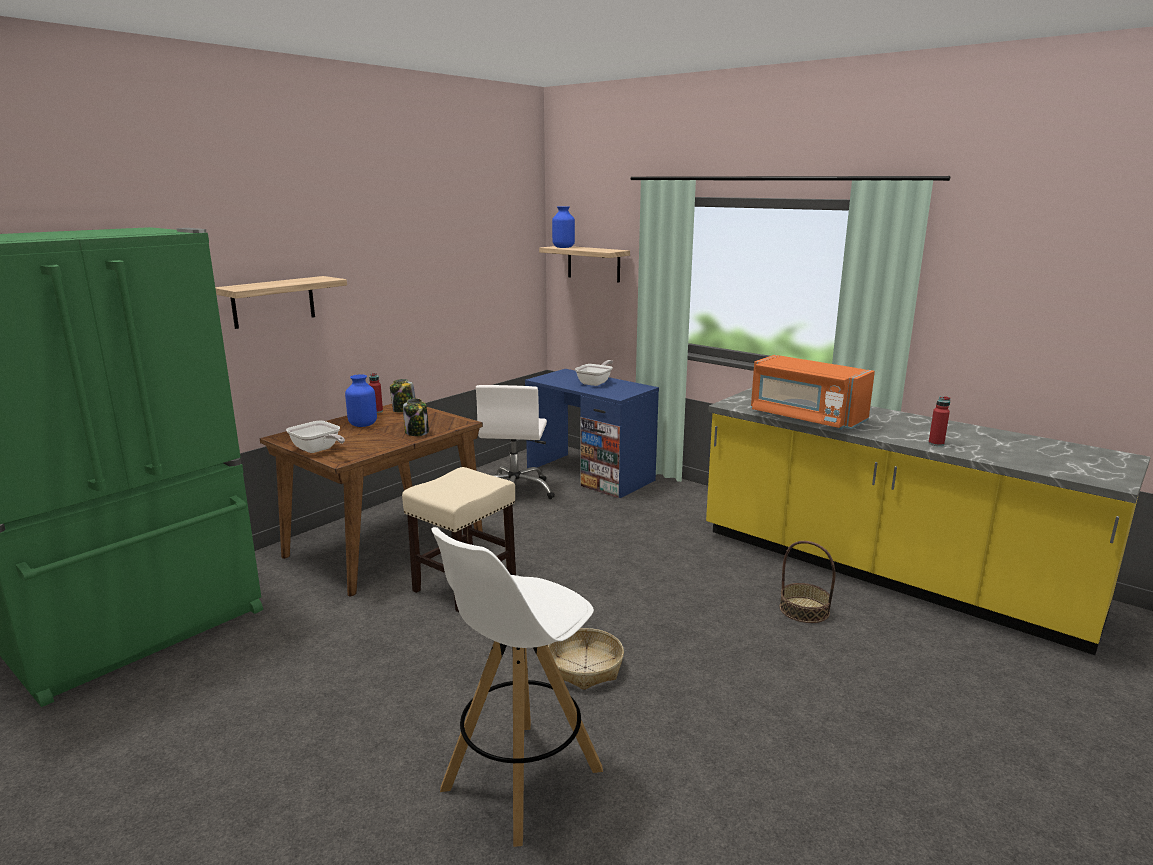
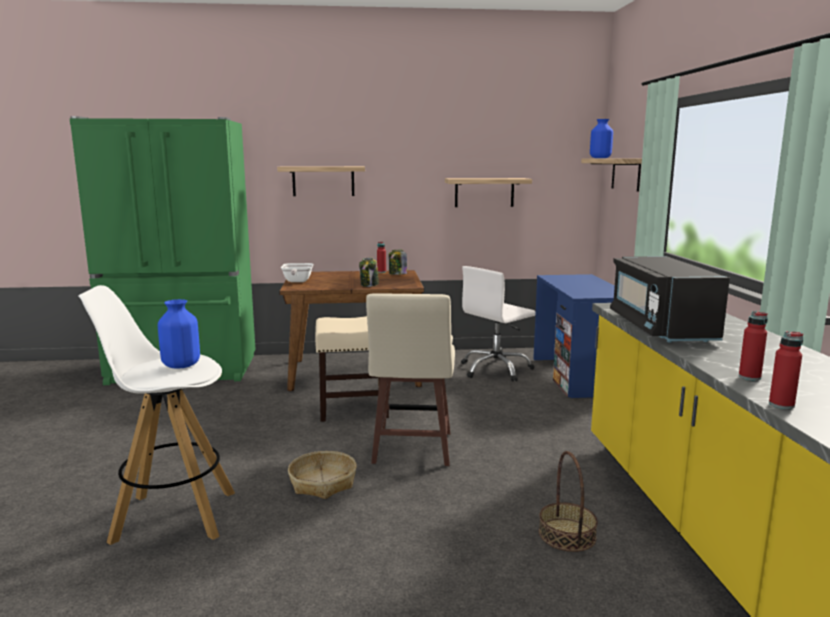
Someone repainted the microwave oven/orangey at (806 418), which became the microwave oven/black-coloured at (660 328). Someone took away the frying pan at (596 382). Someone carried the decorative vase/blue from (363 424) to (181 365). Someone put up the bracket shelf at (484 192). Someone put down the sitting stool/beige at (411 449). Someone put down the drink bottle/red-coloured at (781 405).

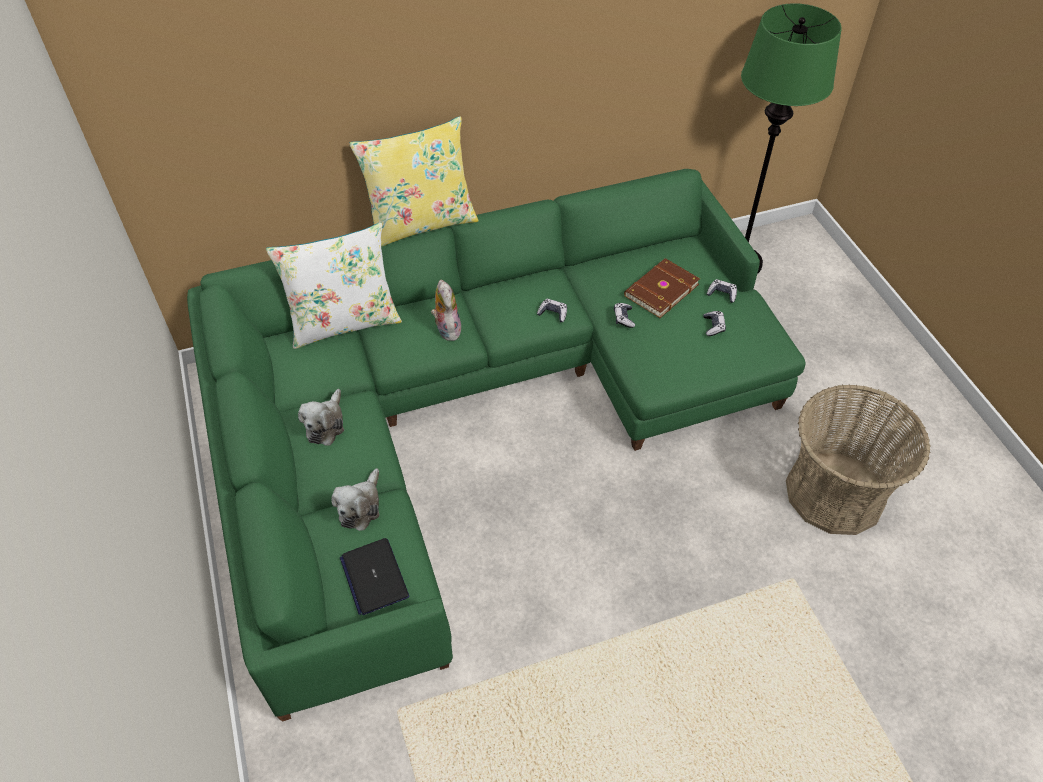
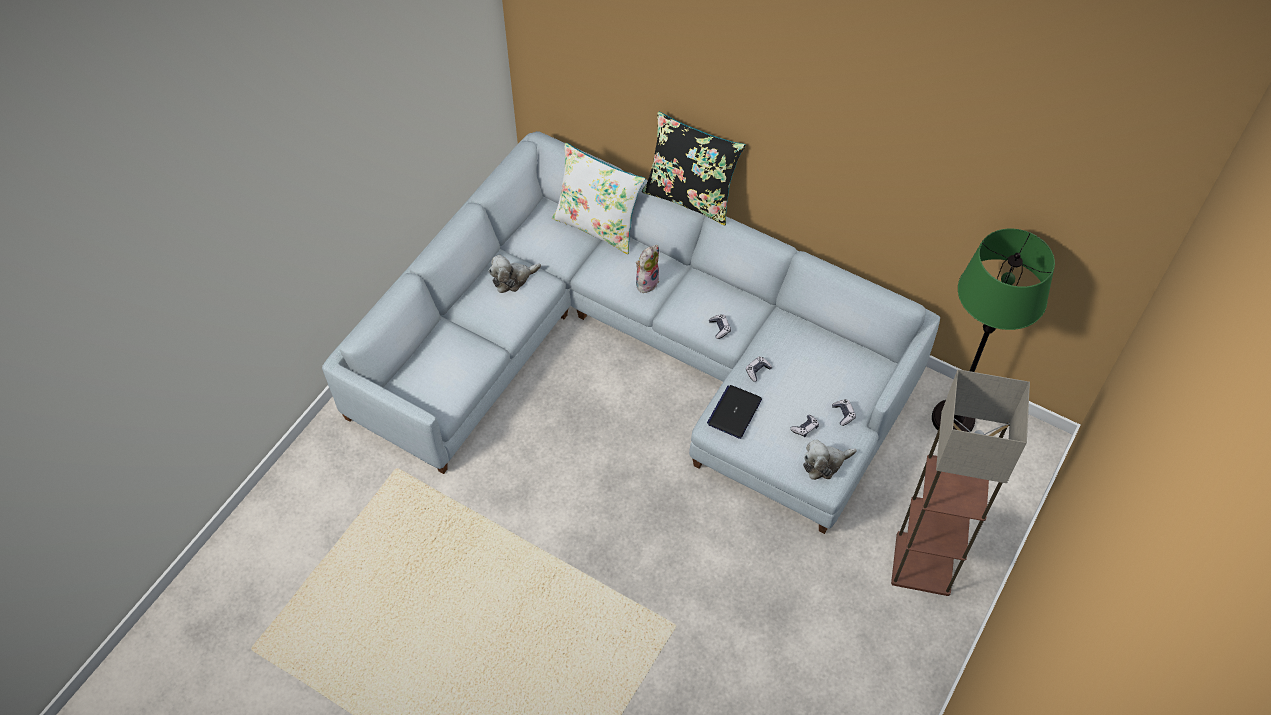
Someone repainted the throw pillow/yellowish at (421 223), which became the throw pillow/black-coloured at (690 198). Someone repainted the settee/greenish at (475 410), which became the settee/grey at (637 352). Someone took away the book/brownish at (660 290). Someone took away the basket at (835 493). Someone carried the plush toy from (360 507) to (825 464). Someone carried the laptop from (374 577) to (734 412). Someone put down the floor lamp at (924 565).

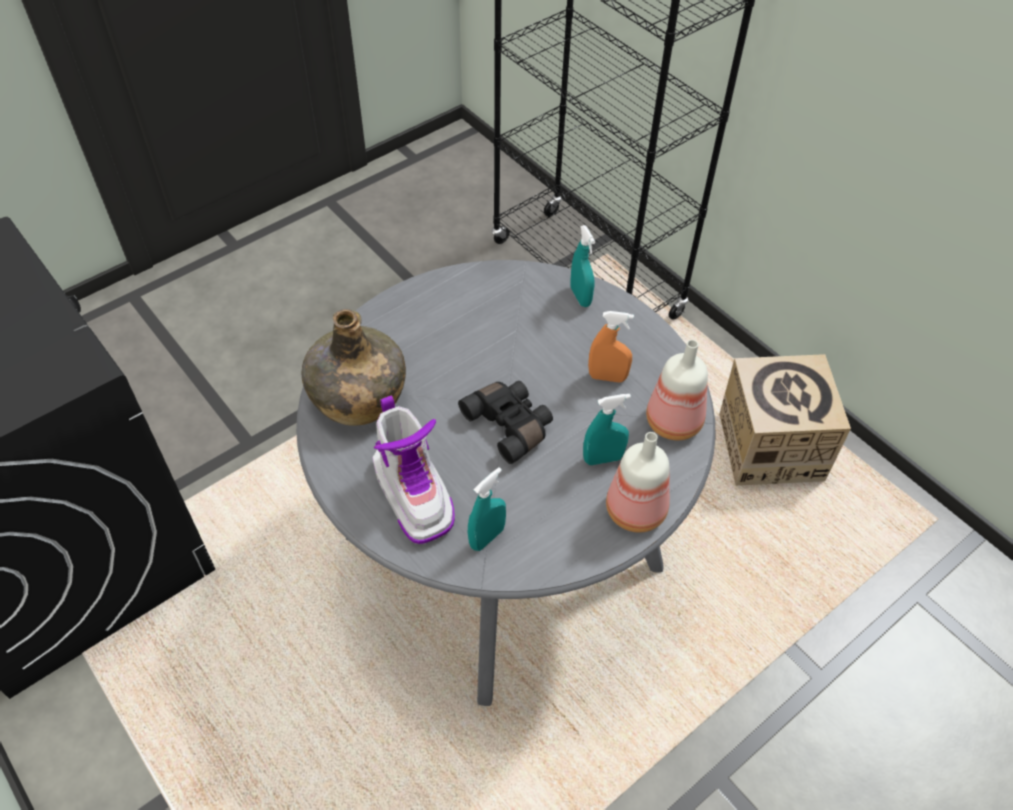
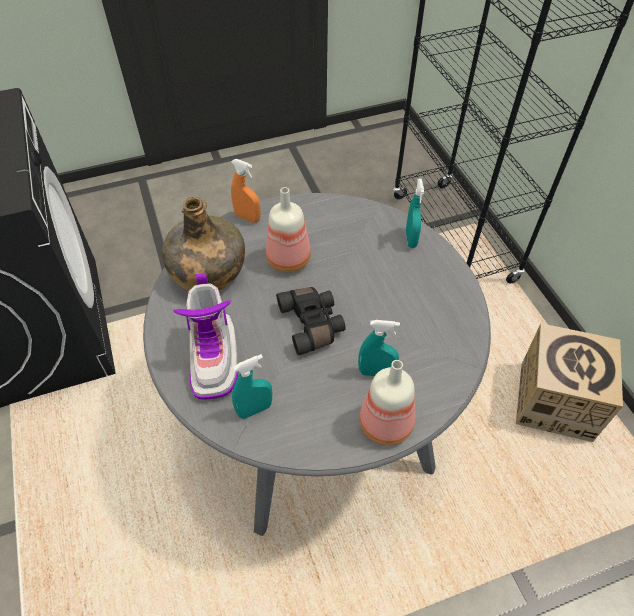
Someone carried the spray bottle/orangey from (607 377) to (247 217). Someone carried the drink bottle from (675 422) to (290 260).

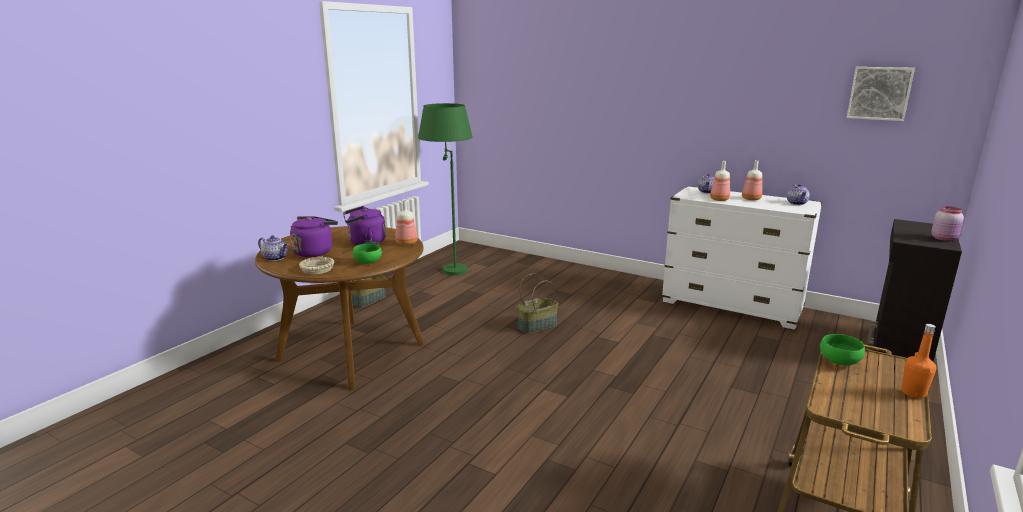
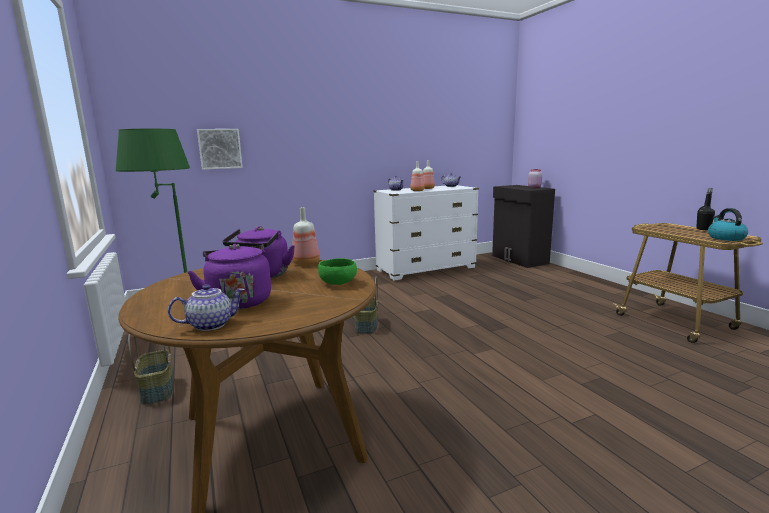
Someone carried the wall picture from (879 93) to (220 149). Someone took away the bowl/beige at (317 269). Someone repainted the drink bottle/orangey at (913 393), which became the drink bottle/black-coloured at (703 229). Someone took away the bowl/greenish at (839 362). Someone put down the kettle at (725 238).

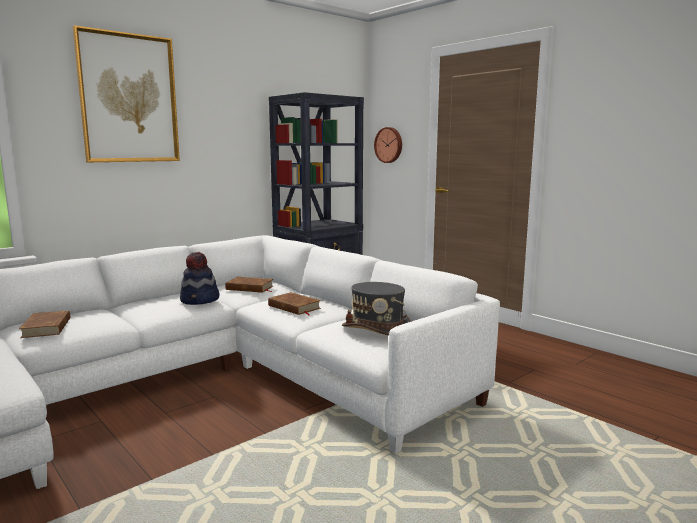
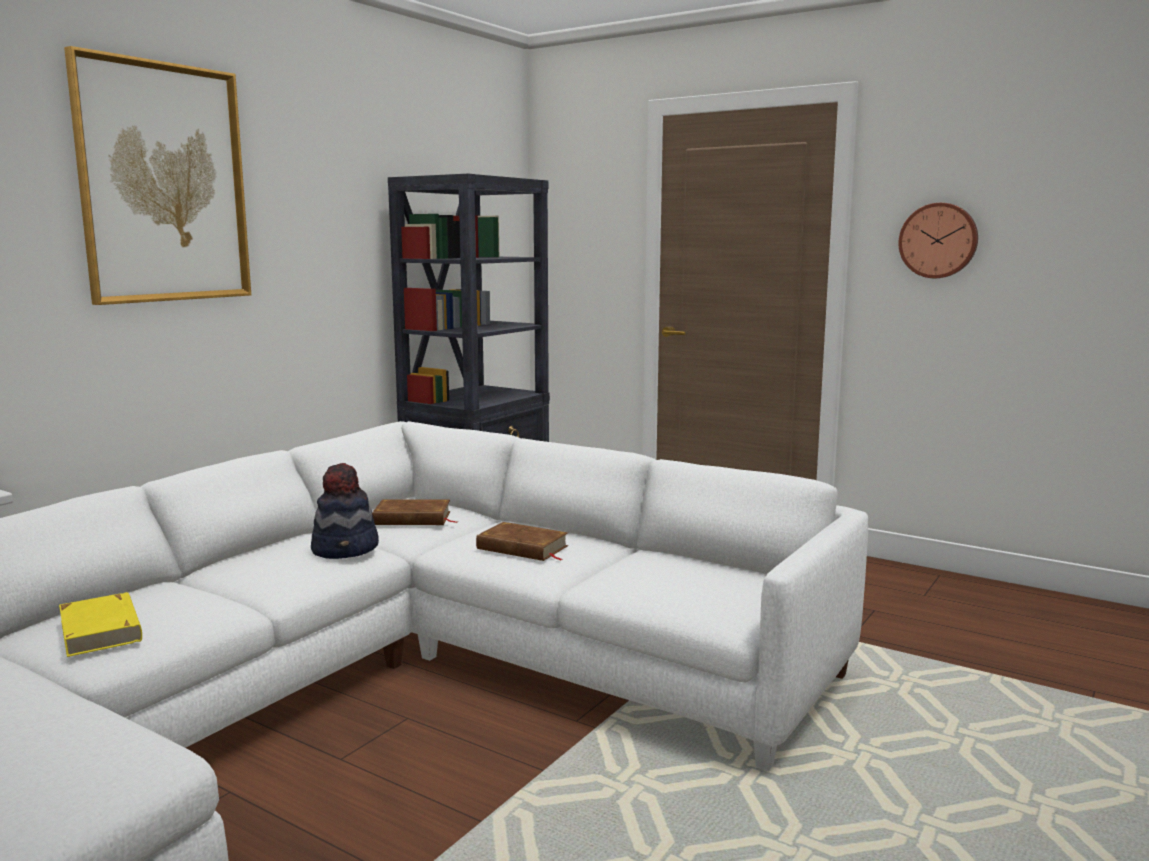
Someone carried the hanging clock from (389 145) to (938 240). Someone took away the clothing hat/grey at (377 329). Someone repainted the book/brownish at (47 328), which became the book/yellowish at (101 630).

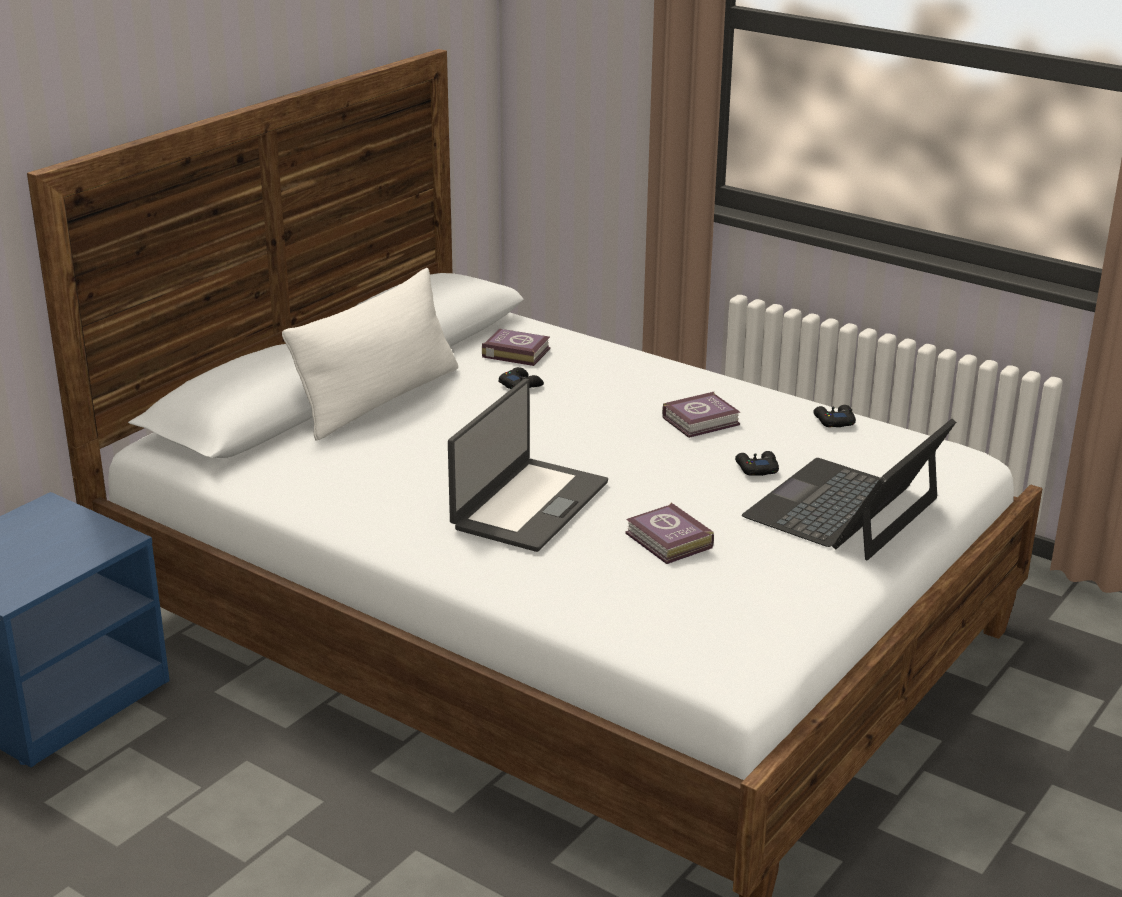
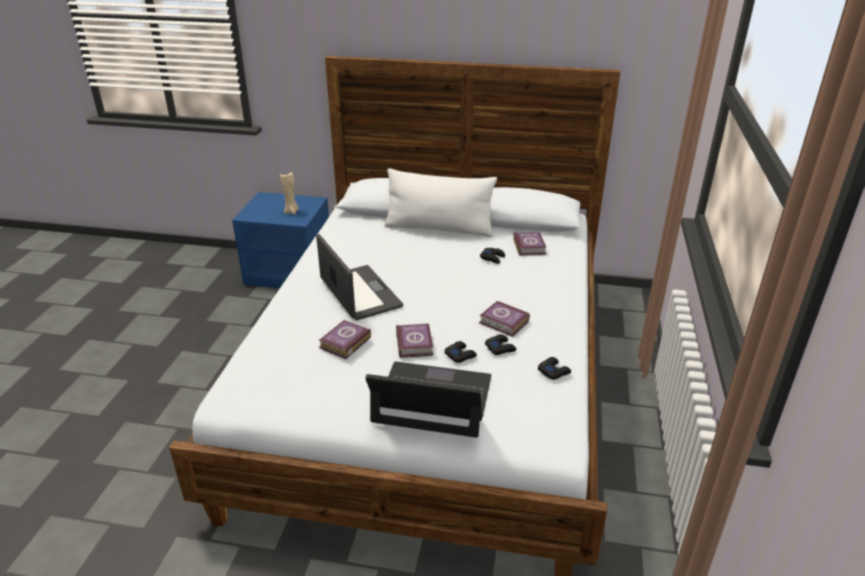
Someone rotated the laptop at (528 505) by 120 degrees counterclockwise. Someone put down the wax candle/beige at (291 211). Someone put down the book at (415 343). Someone put down the game controller/black-coloured at (500 348).

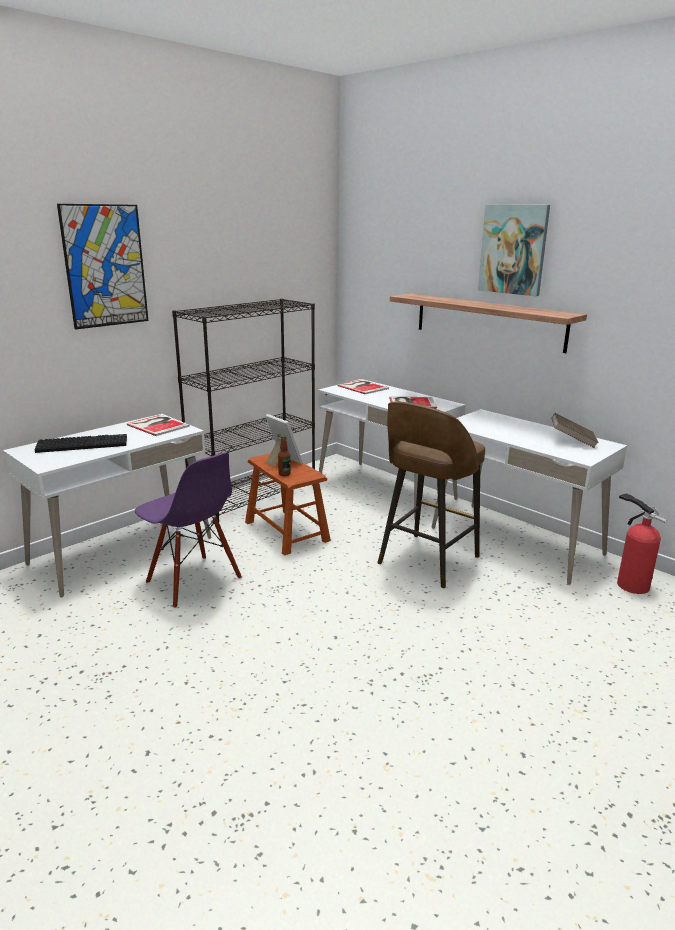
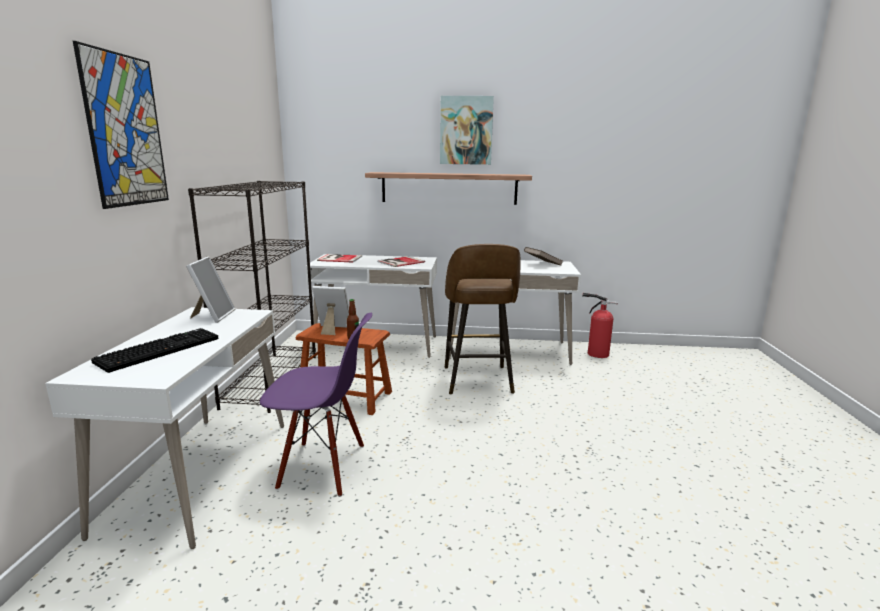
Someone swapped the book at (158 425) for the picture frame at (212 316).

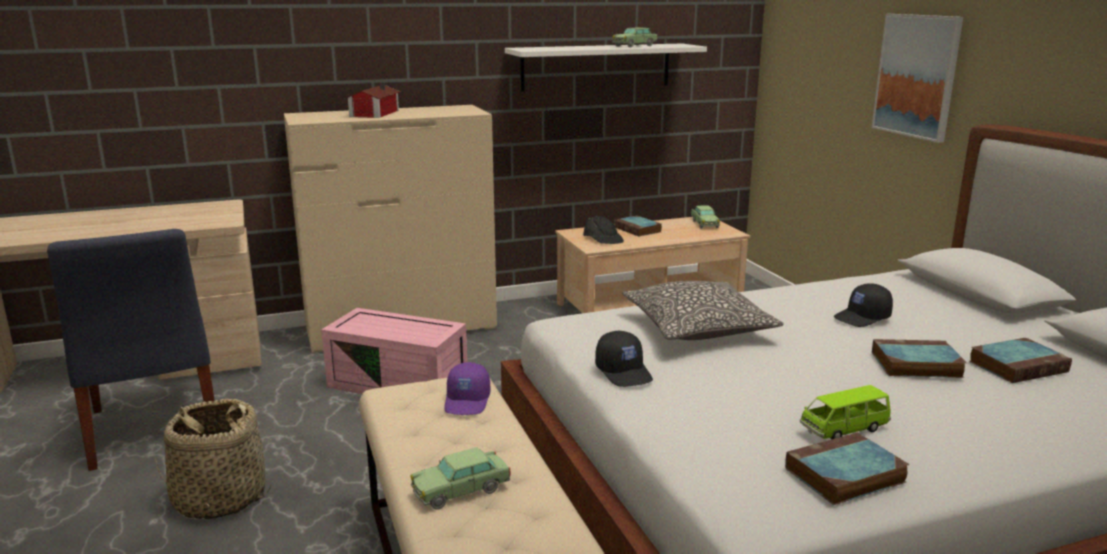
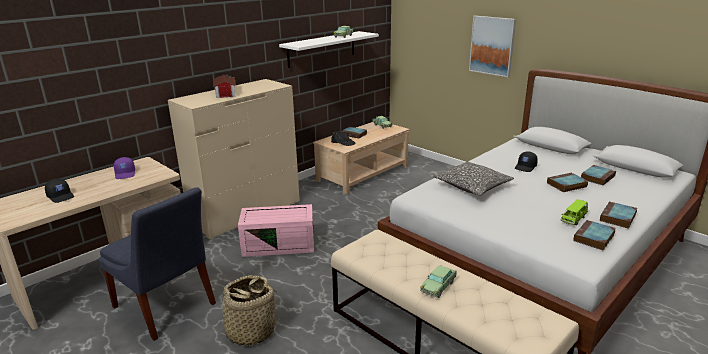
Someone carried the peaked cap/black-coloured from (624 372) to (61 196). Someone carried the peaked cap/purple from (468 401) to (125 174). Someone put down the book at (618 218).

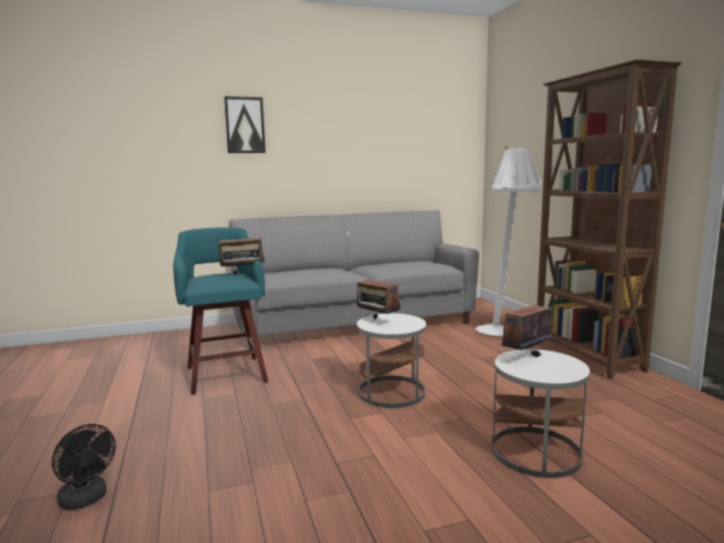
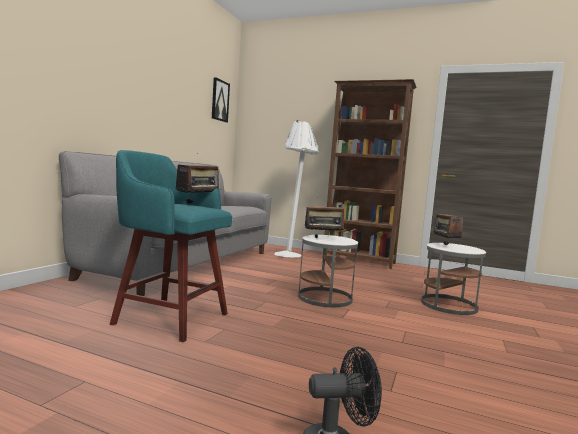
Someone carried the wall picture from (245 125) to (219 100).

